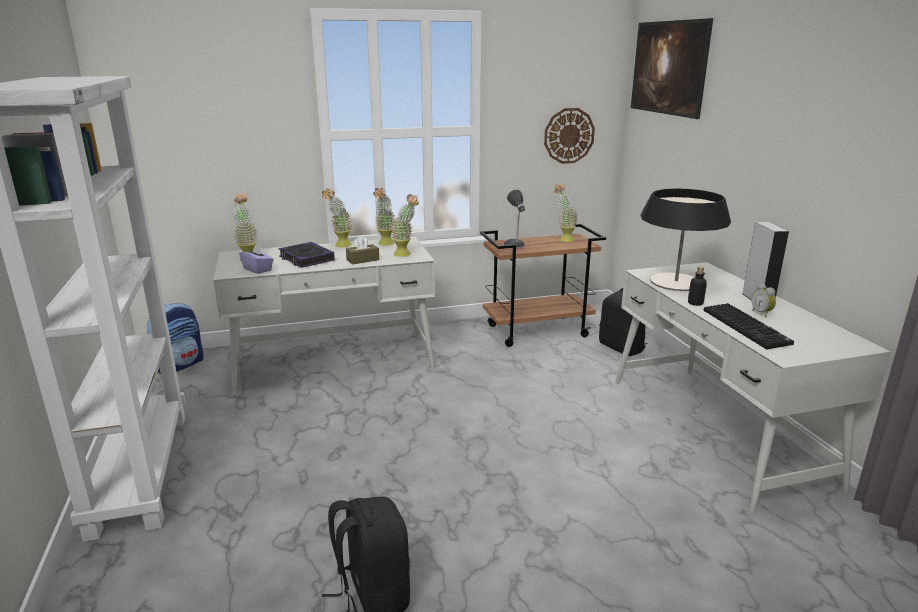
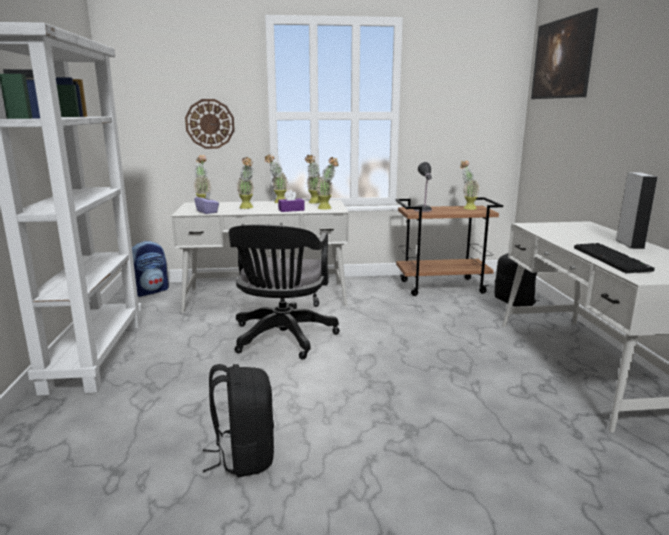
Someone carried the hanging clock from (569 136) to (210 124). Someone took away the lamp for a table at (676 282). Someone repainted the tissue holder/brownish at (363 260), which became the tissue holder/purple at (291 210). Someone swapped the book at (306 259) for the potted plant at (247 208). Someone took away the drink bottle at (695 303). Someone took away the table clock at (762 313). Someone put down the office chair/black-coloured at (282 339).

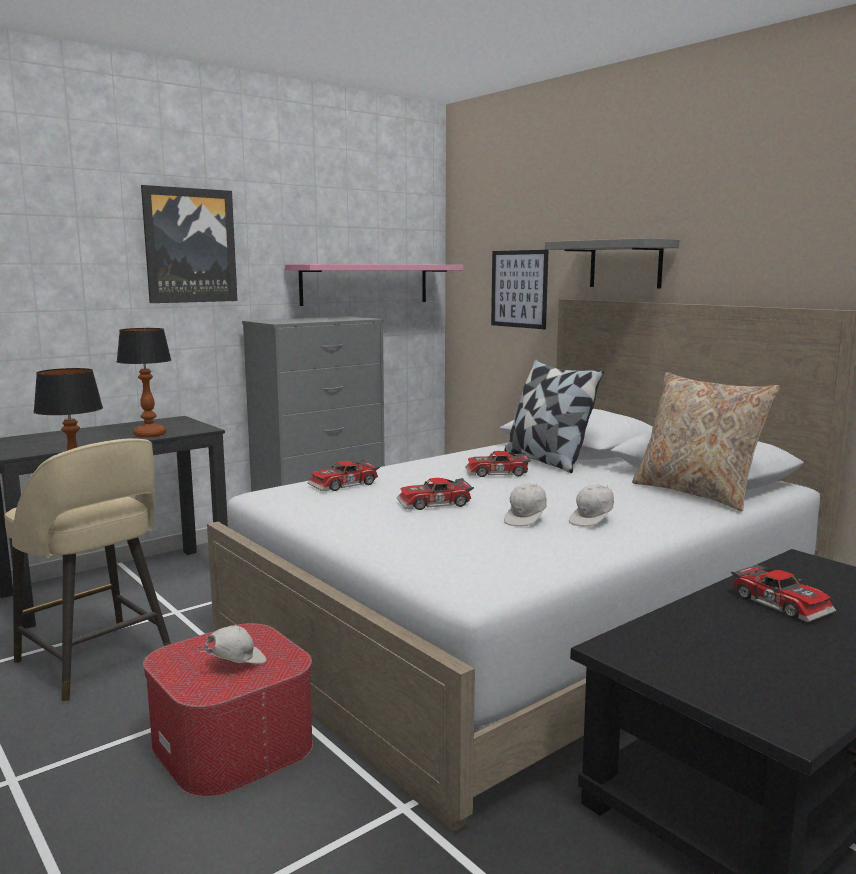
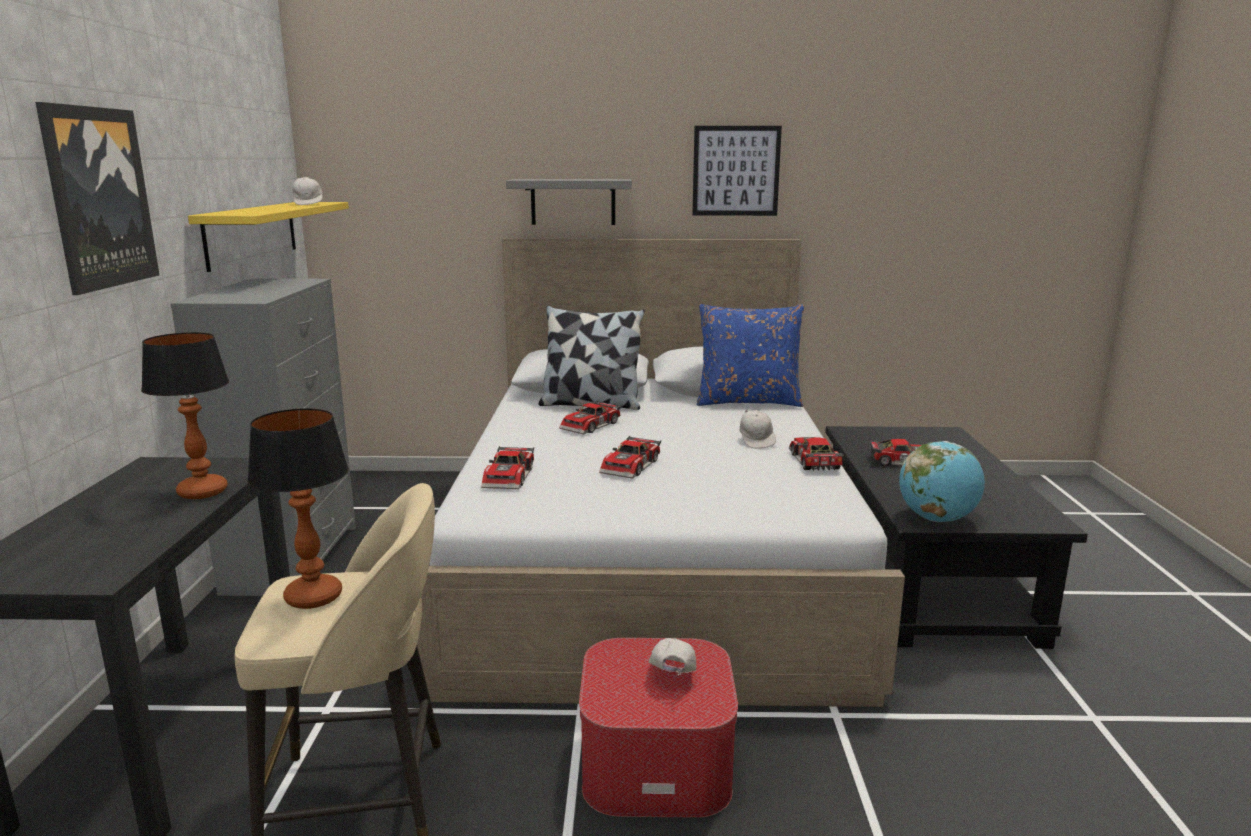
Someone carried the wall picture from (519 289) to (736 171). Someone repainted the bracket shelf/pinkish at (365 284), which became the bracket shelf/yellowish at (252 233). Someone repainted the throw pillow/beige at (697 493), which became the throw pillow/blue at (748 401). Someone carried the peaked cap/white-coloured from (527 519) to (308 204). Someone put down the toy car at (812 461). Someone put down the world globe at (937 519).

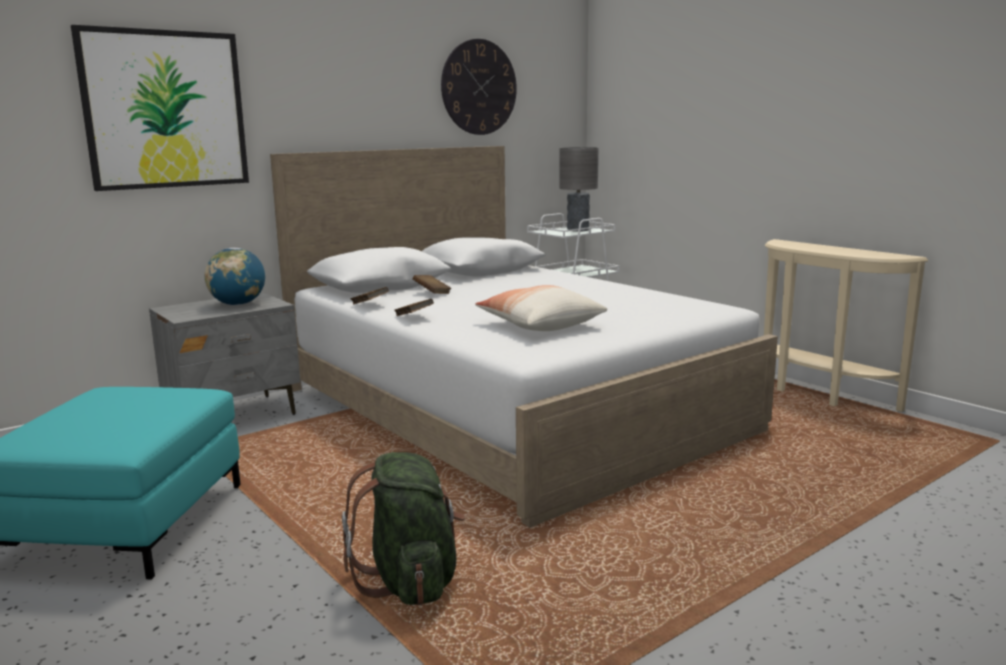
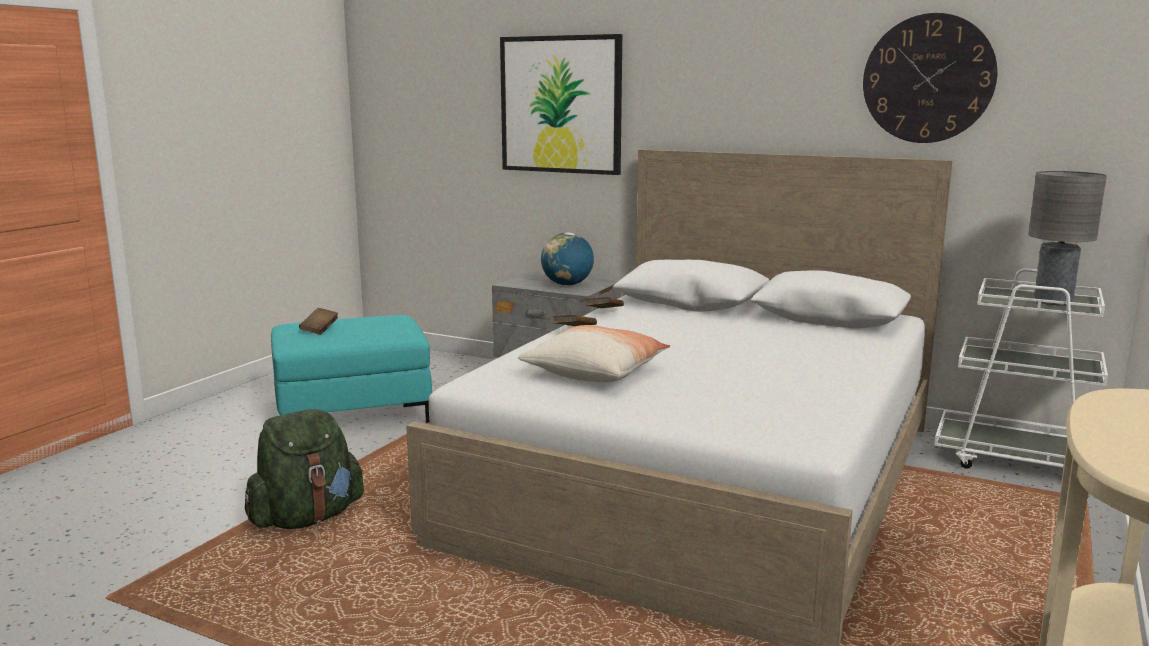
Someone carried the book/brownish from (432 293) to (319 330).

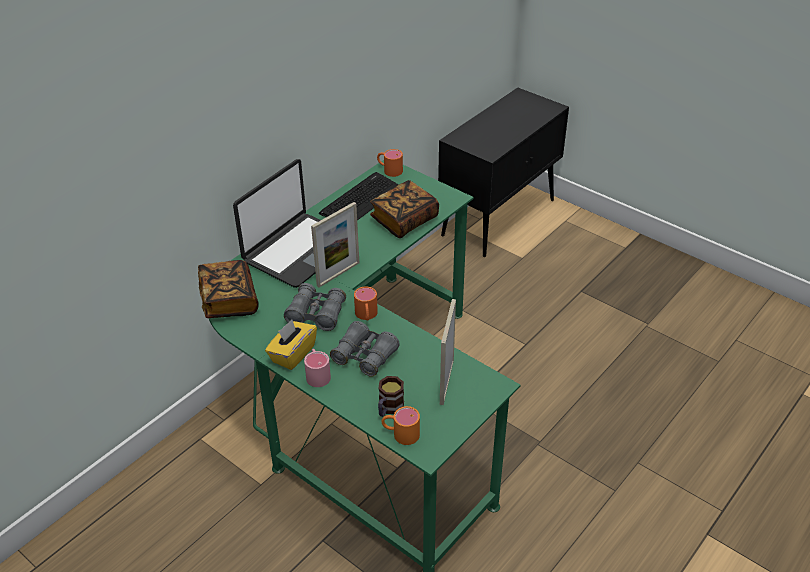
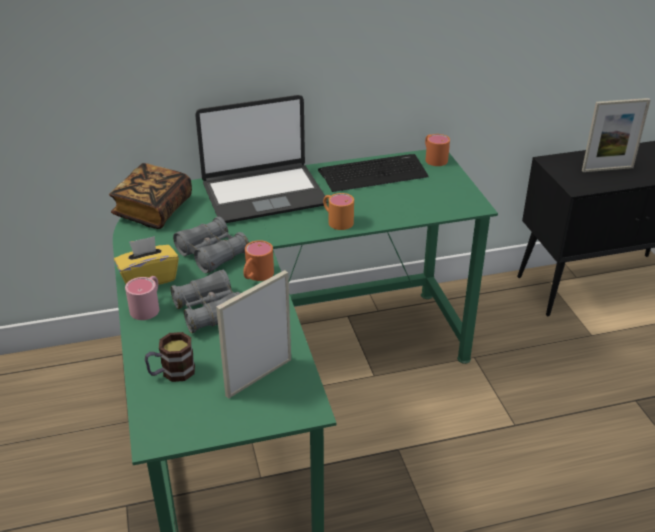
Someone took away the book at (404 220). Someone carried the picture frame from (338 274) to (607 169). Someone carried the mug/orangey from (400 433) to (336 220).

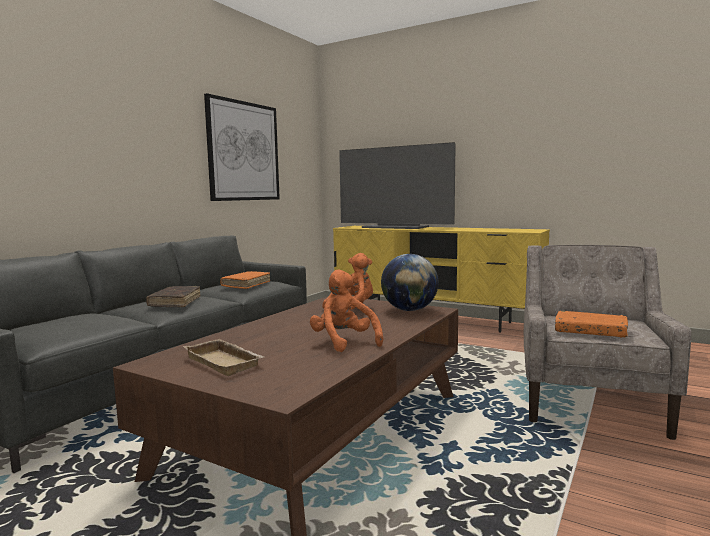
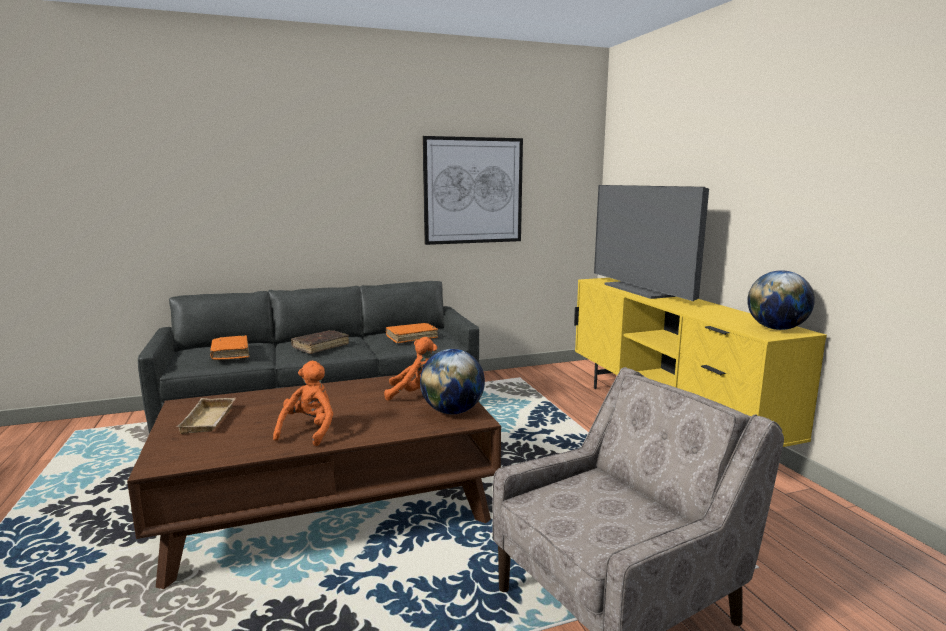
Someone carried the book/orangey from (590 332) to (230 353). Someone put down the world globe at (776 329).

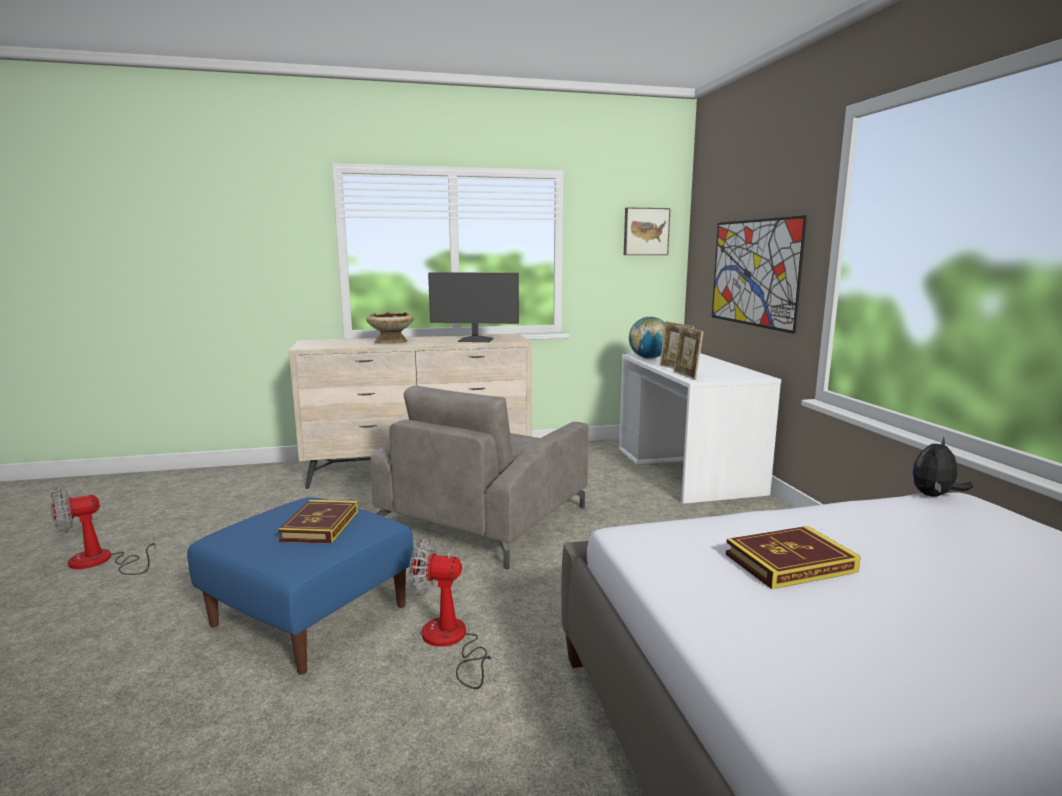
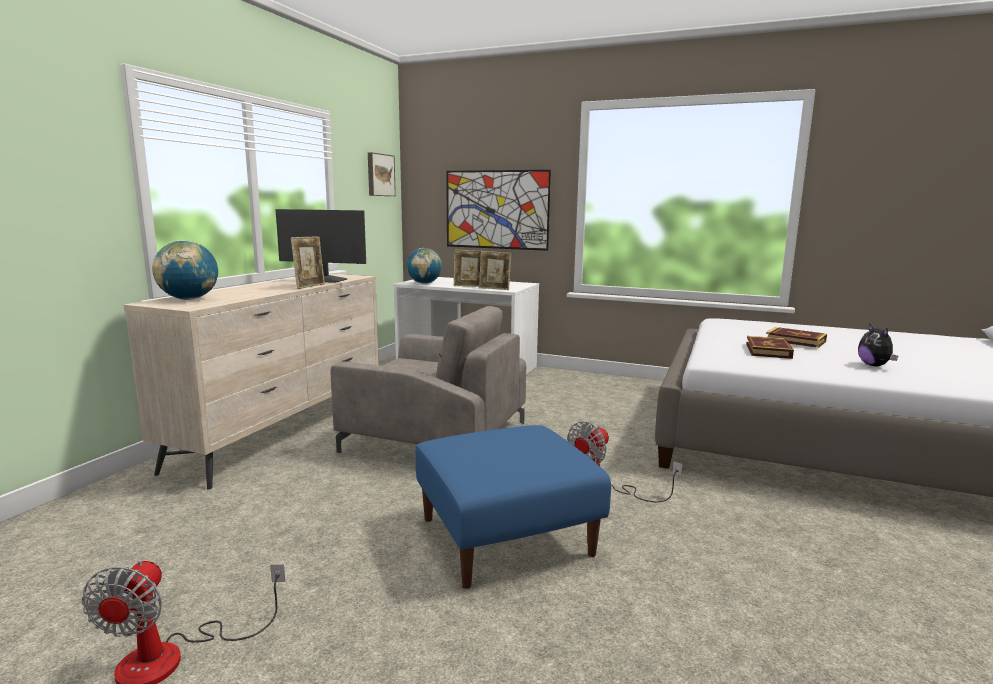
Someone rotated the computer display at (475 340) by 60 degrees clockwise. Someone took away the bowl/beige at (391 341). Someone rotated the lounge chair/grey at (485 518) by 45 degrees counterclockwise. Someone carried the plush toy from (934 496) to (874 365). Someone carried the book from (320 526) to (795 341). Someone put down the picture frame at (310 286). Someone put down the world globe at (189 299).

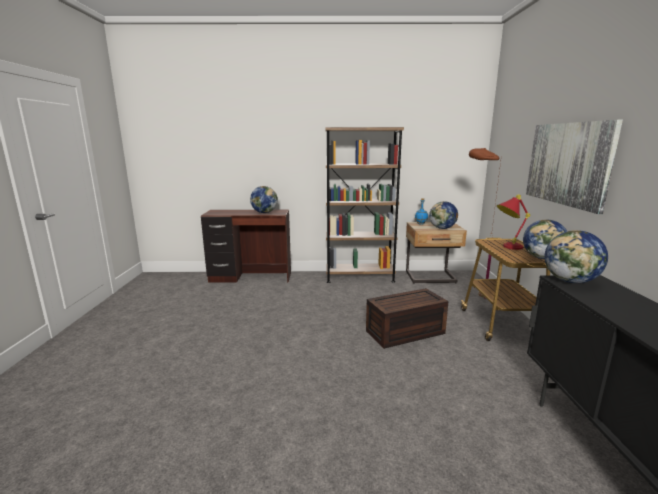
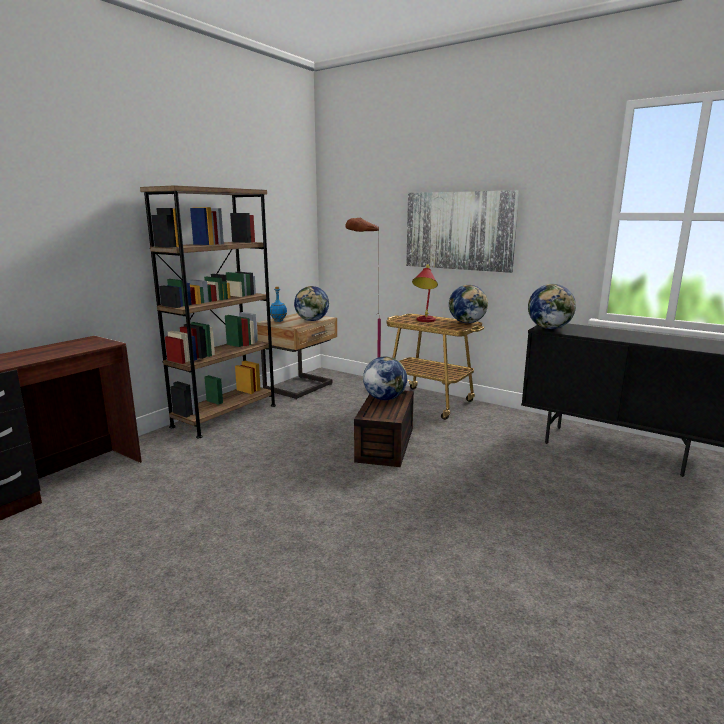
Someone carried the world globe from (264 212) to (384 398).

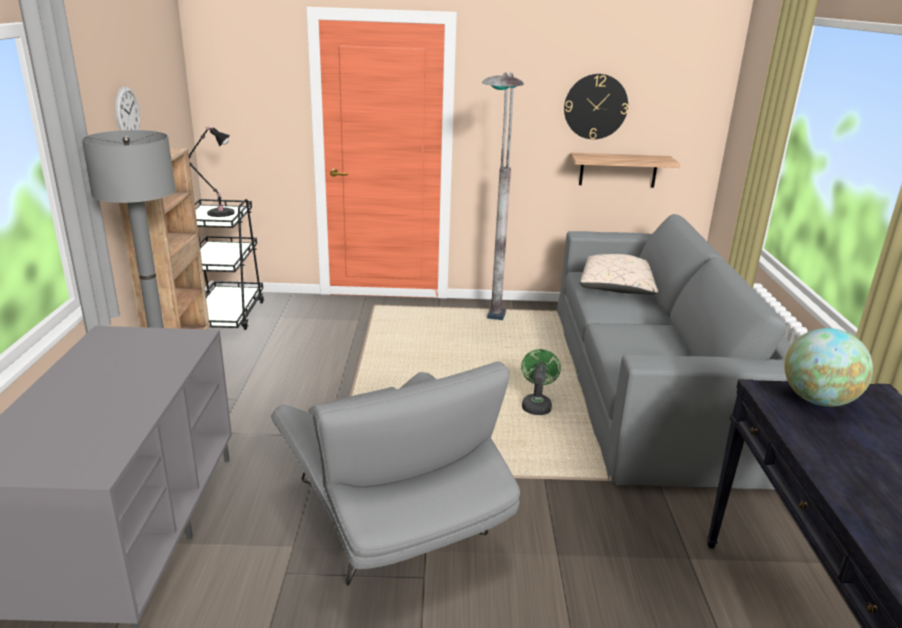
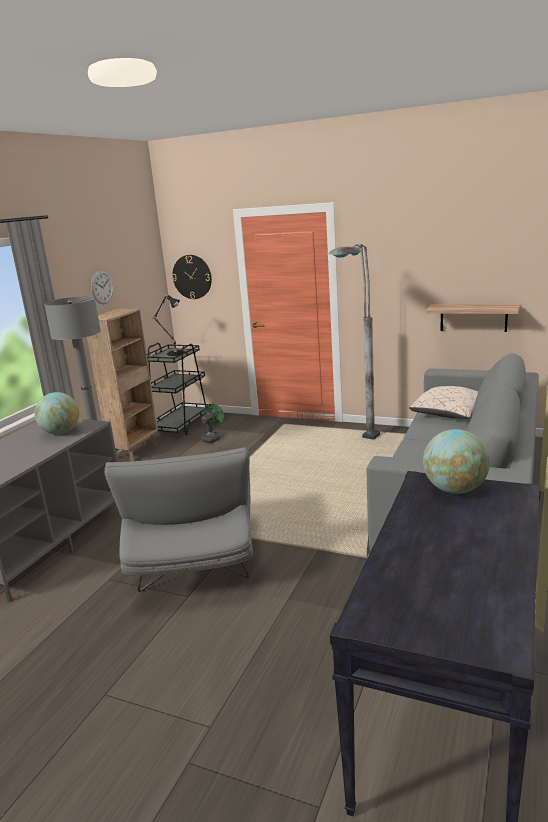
Someone carried the hanging clock from (595 106) to (192 277). Someone carried the fan/greenish from (536 405) to (213 438). Someone put down the world globe at (61 432).

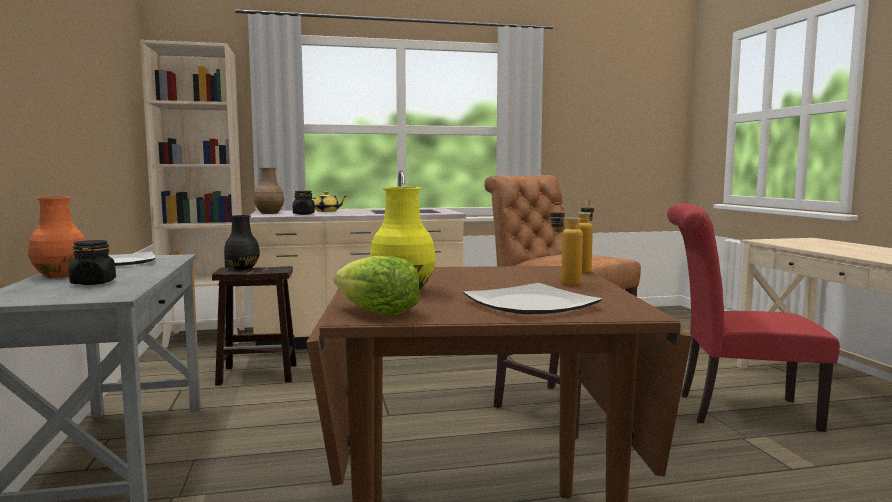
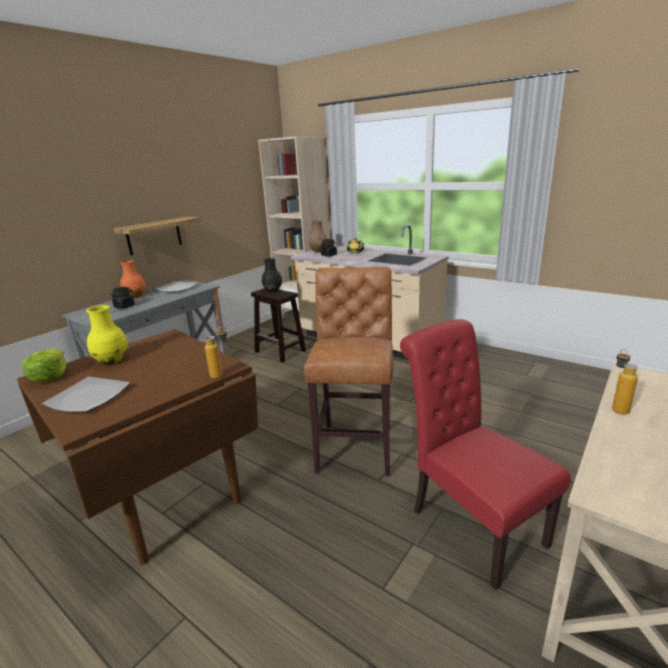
Someone carried the drink bottle from (564 283) to (617 407). Someone put up the bracket shelf at (154 235).

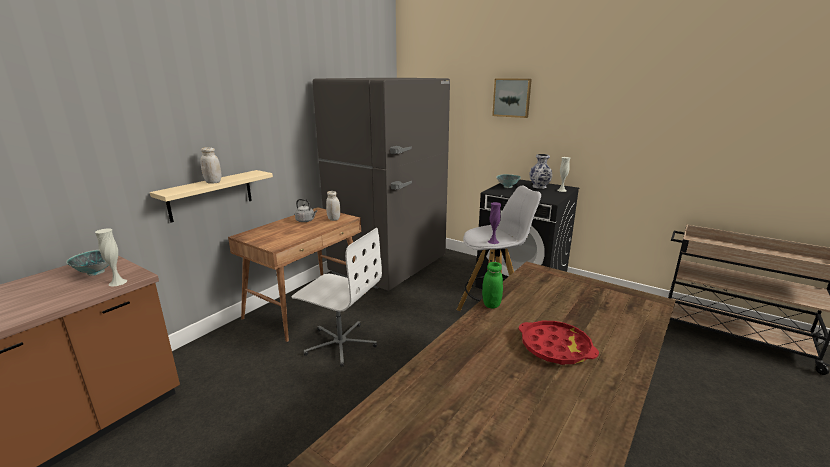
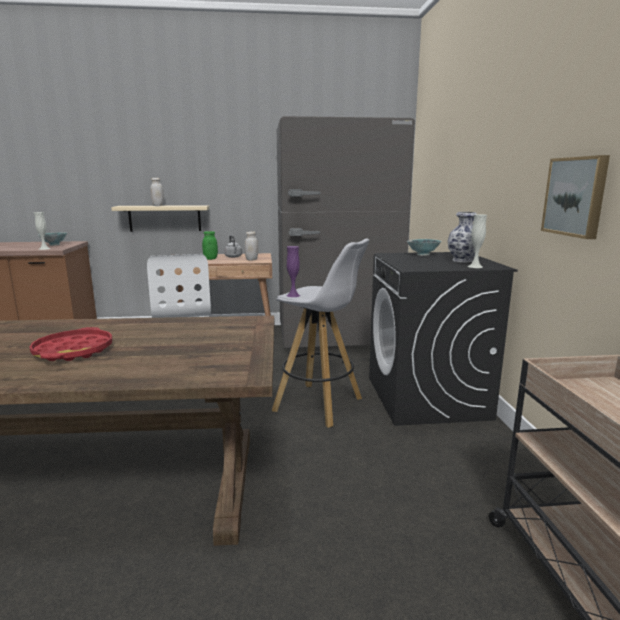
Someone carried the wall picture from (512 97) to (576 196). Someone carried the jar/greenish from (491 304) to (210 259).

